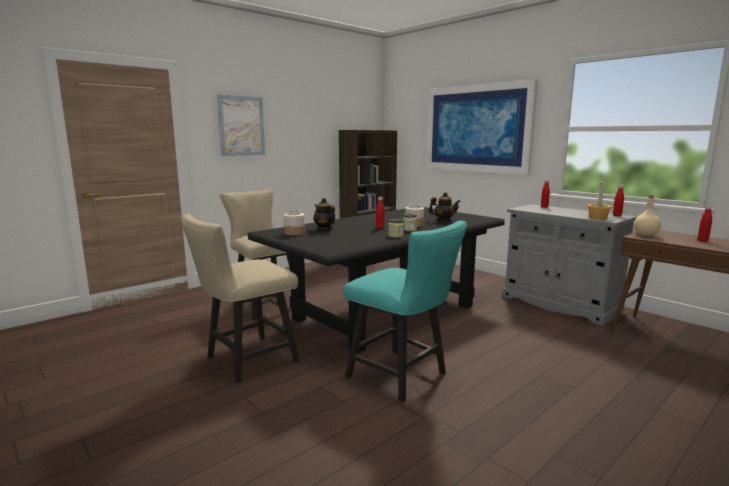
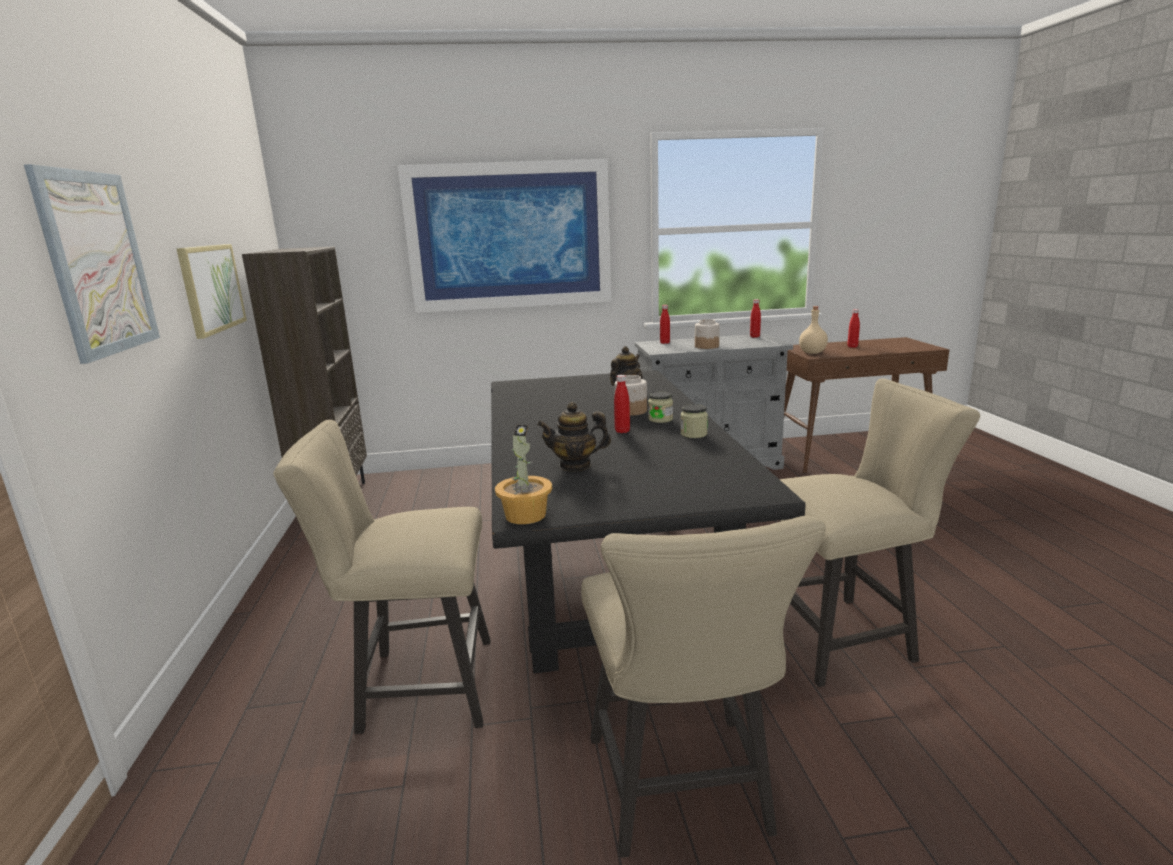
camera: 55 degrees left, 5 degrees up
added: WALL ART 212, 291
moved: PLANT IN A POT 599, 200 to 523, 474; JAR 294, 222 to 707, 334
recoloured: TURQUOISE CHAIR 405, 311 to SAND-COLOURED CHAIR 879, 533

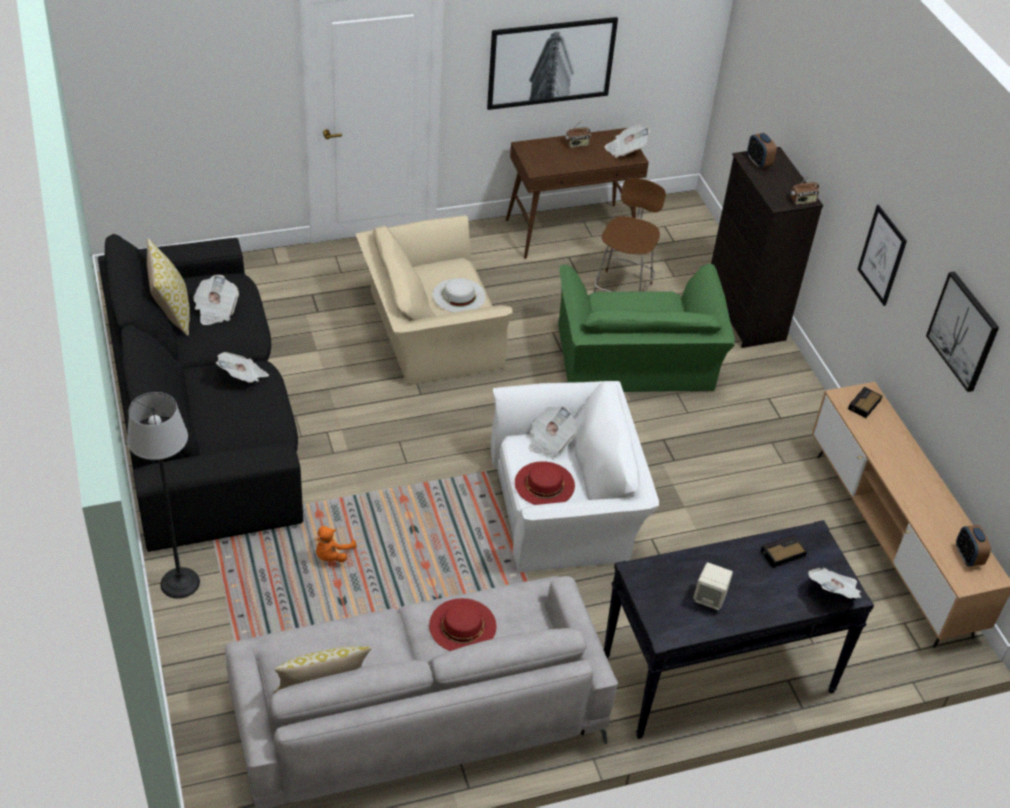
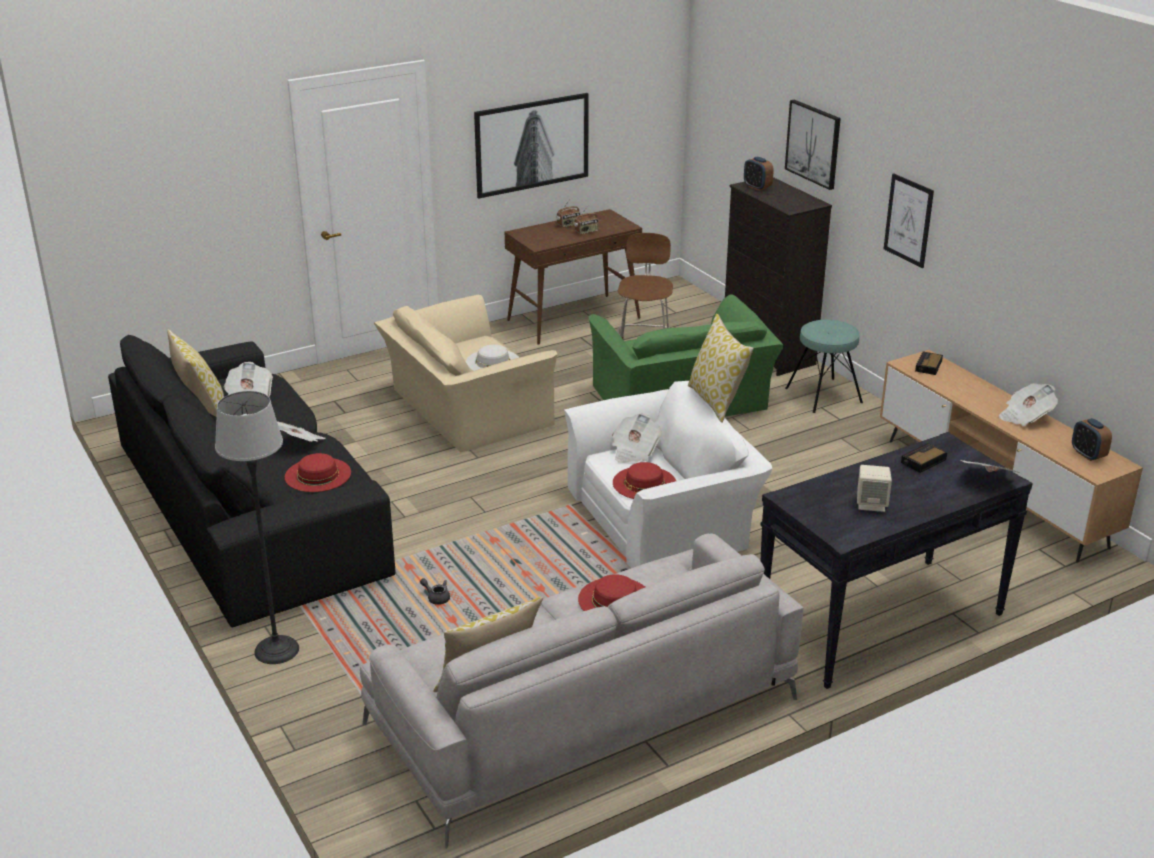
camera: 10 degrees left, 15 degrees down
added: PILLOW 721, 368; TURQUOISE SITTING STOOL 824, 366; REDDISH WEARABLE HAT 318, 472
moved: NEWSPAPER 627, 141 to 1028, 404; RADIO 804, 189 to 586, 220; WALL ART 962, 331 to 813, 145
replaced: ORANGE-COLOURED SOFT TOY 336, 544 to GREY TEAPOT 435, 591

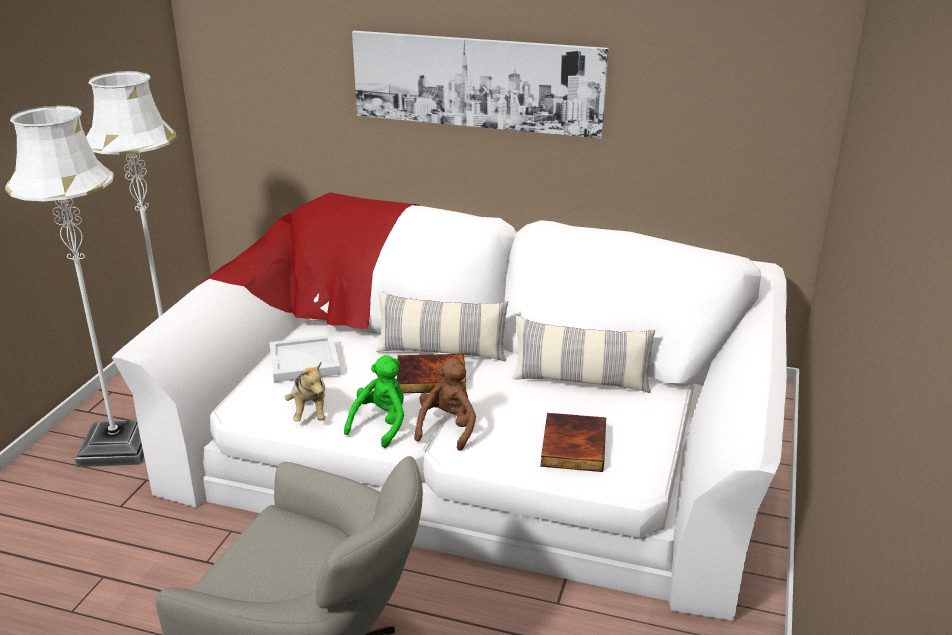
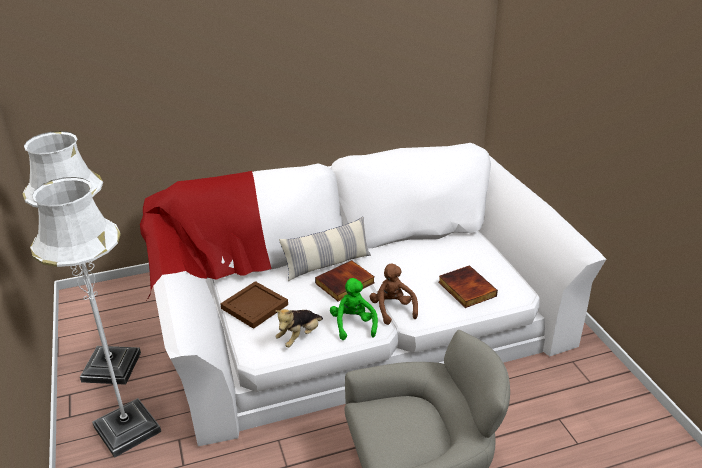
camera: 35 degrees left, 5 degrees up
removed: WALL ART 480, 85; PILLOW 583, 354
recoloured: WHITE-COLOURED CARRYING TRAY 304, 358 to BROWN CARRYING TRAY 254, 305
turned: SOFT TOY 304, 392 = 299, 328 90 degrees clockwise

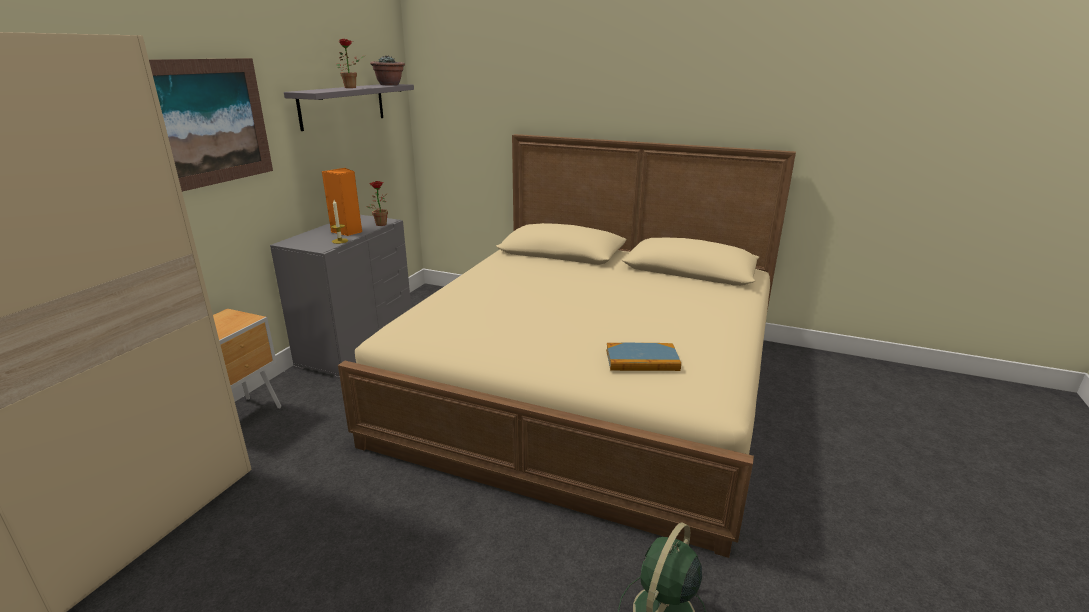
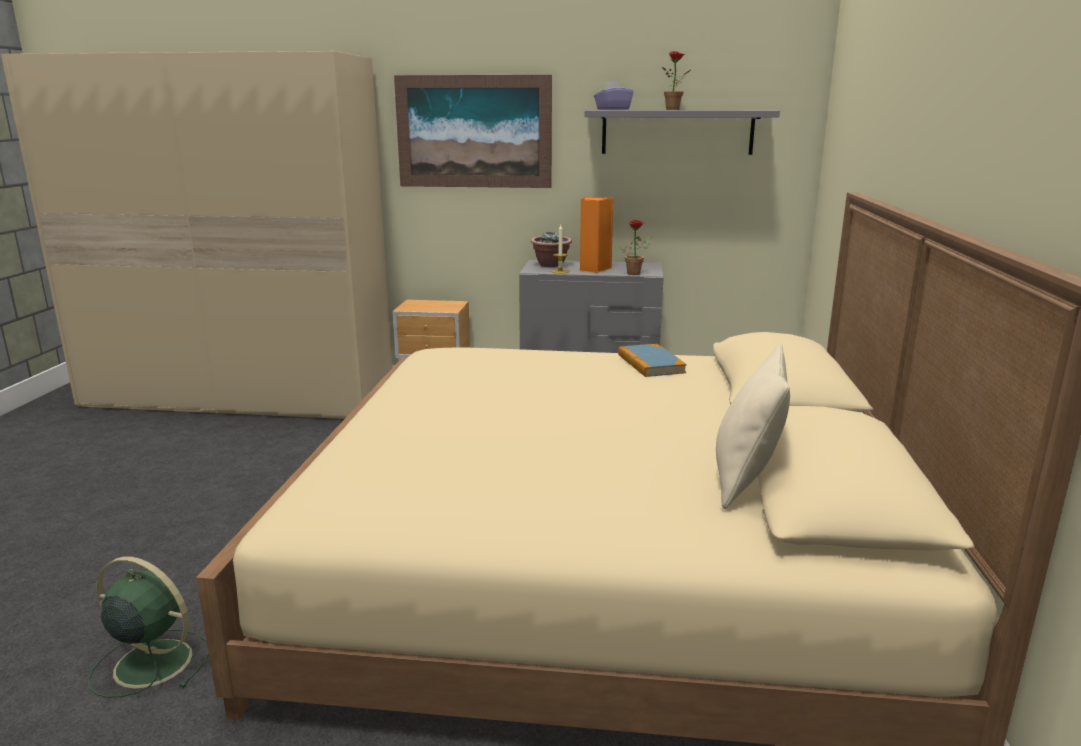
camera: 75 degrees right, 5 degrees down
added: PURPLE TISSUE HOLDER 613, 95; SAND-COLOURED PILLOW 753, 426
moved: PLANT IN A POT 387, 70 to 551, 249; BOOK 643, 357 to 652, 360

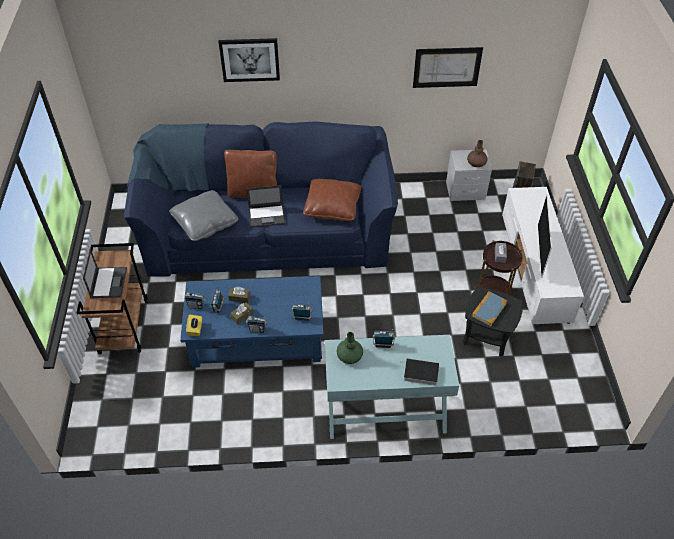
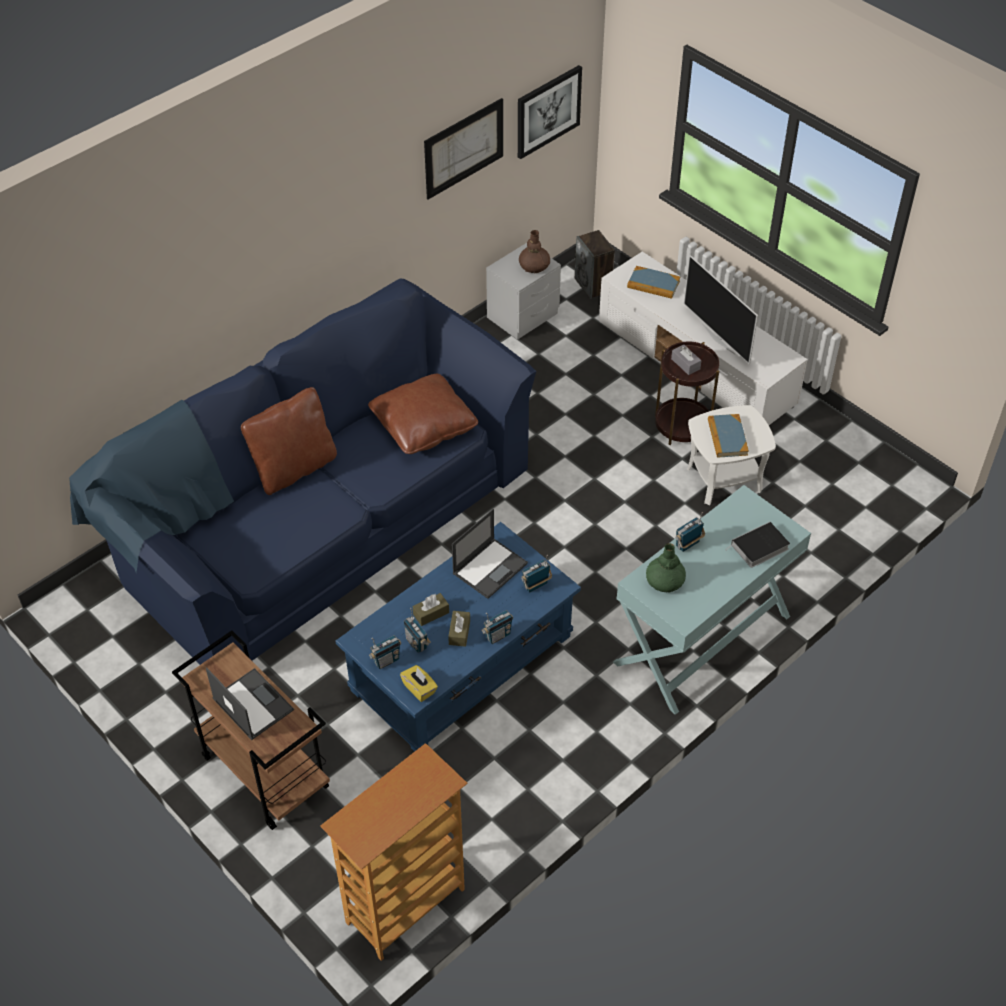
camera: 40 degrees left, 0 degrees up
removed: GREY PILLOW 203, 215
added: BOOK 653, 282; SHELVING UNIT 393, 852
moved: WALL ART 249, 60 to 550, 112; LAPTOP 266, 206 to 490, 554
recoloured: BLACKISH ACCENT TABLE 493, 322 to WHITE-COLOURED ACCENT TABLE 731, 455

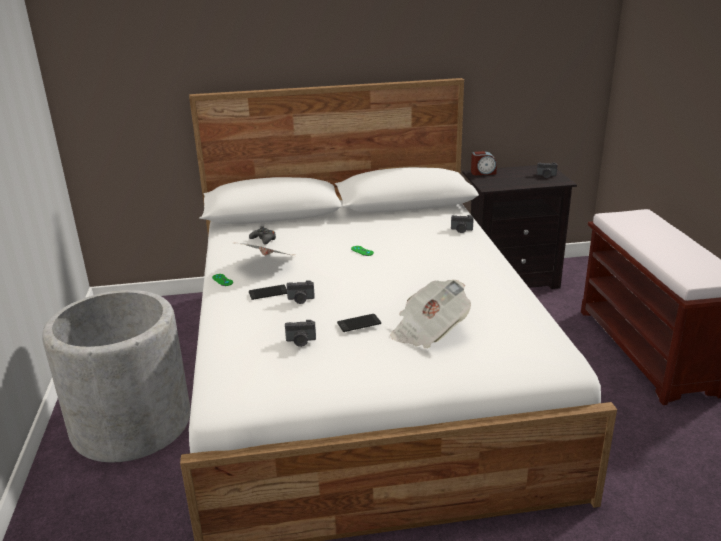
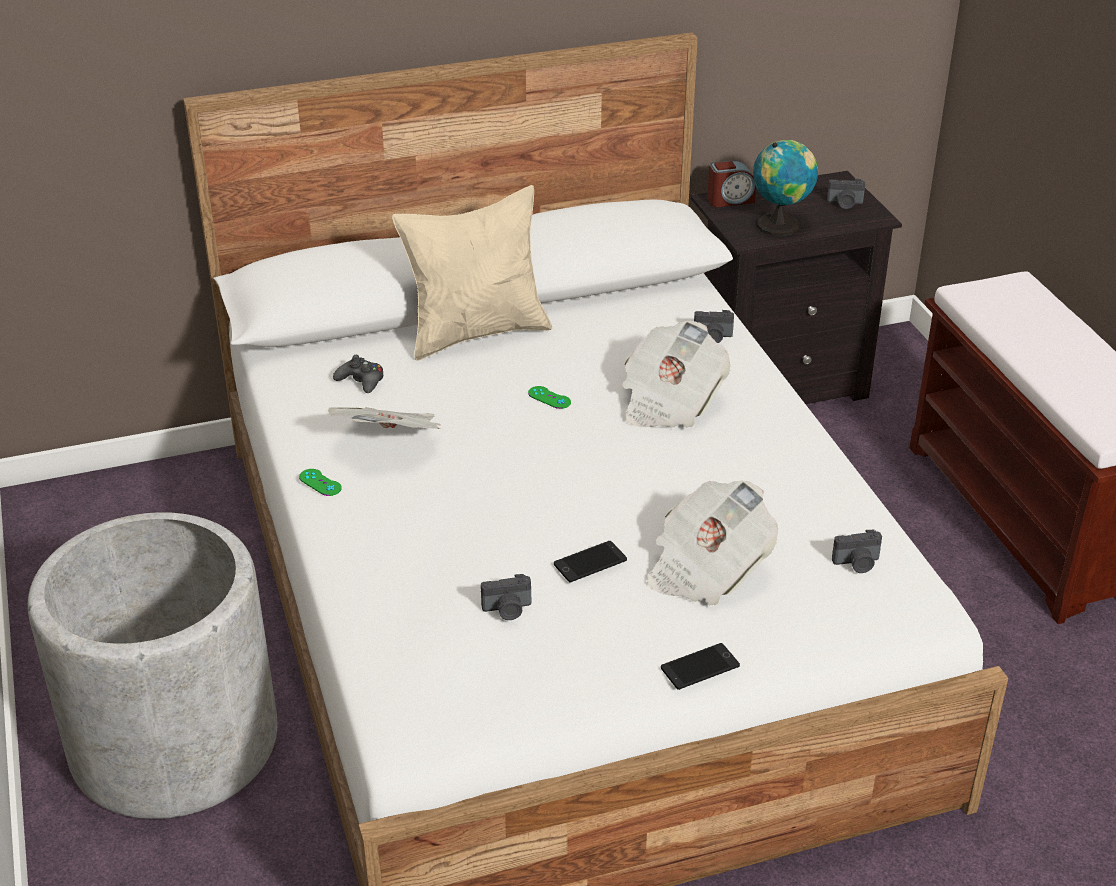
camera: 10 degrees left, 10 degrees up
added: GLOBE 785, 188; SAND-COLOURED PILLOW 472, 273; NEWSPAPER 676, 374
moved: STILL CAMERA 301, 292 to 857, 551; PHONE 268, 292 to 700, 666

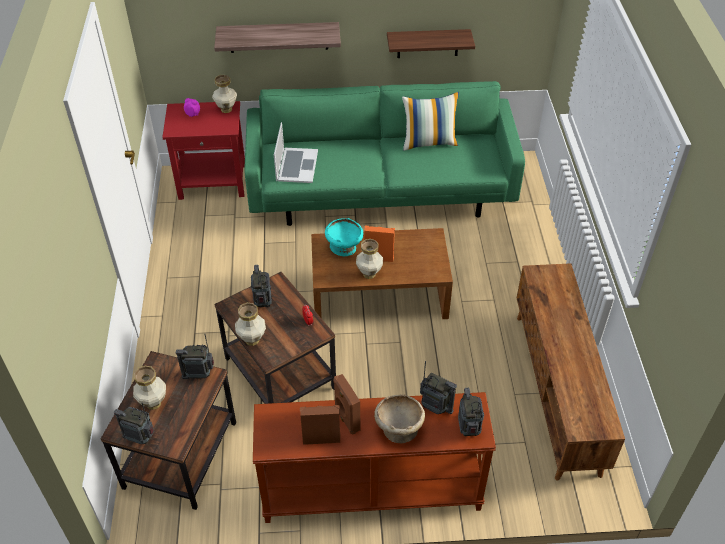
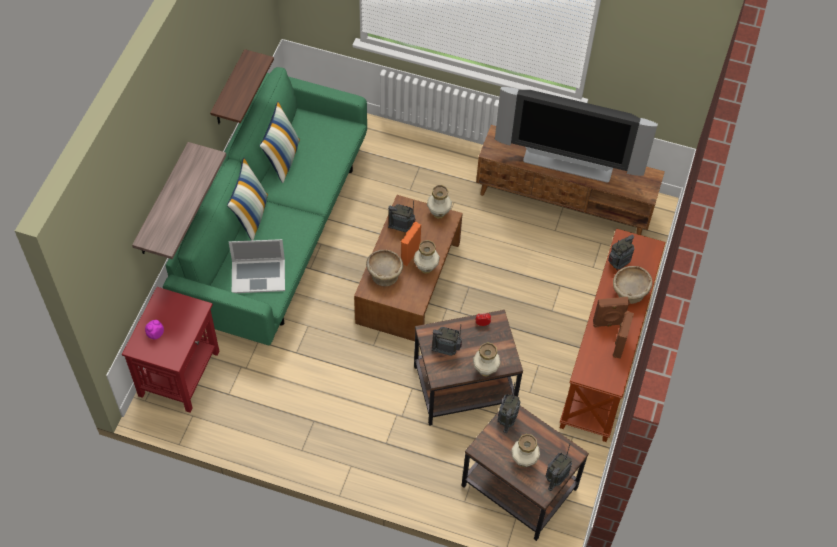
camera: 70 degrees left, 10 degrees up
added: TELEVISION 576, 135; PILLOW 247, 199
moved: VASE 224, 94 to 439, 201; RADIO 471, 412 to 401, 216
recoloured: TURQUOISE DEEP DISH 344, 237 to SAND-COLOURED DEEP DISH 384, 268
turned: LAPTOP 296, 152 = 257, 266 150 degrees clockwise

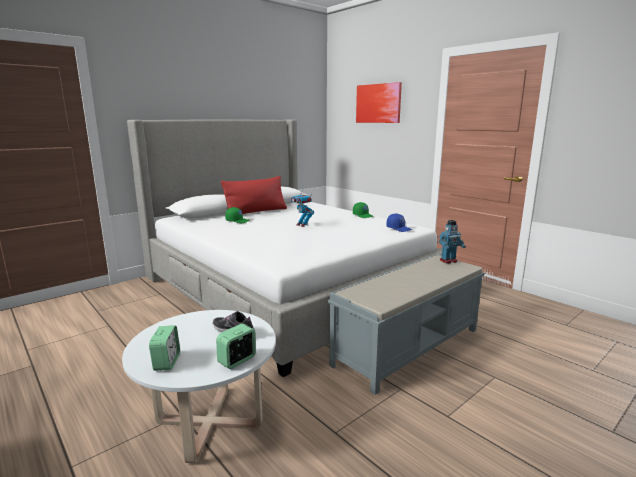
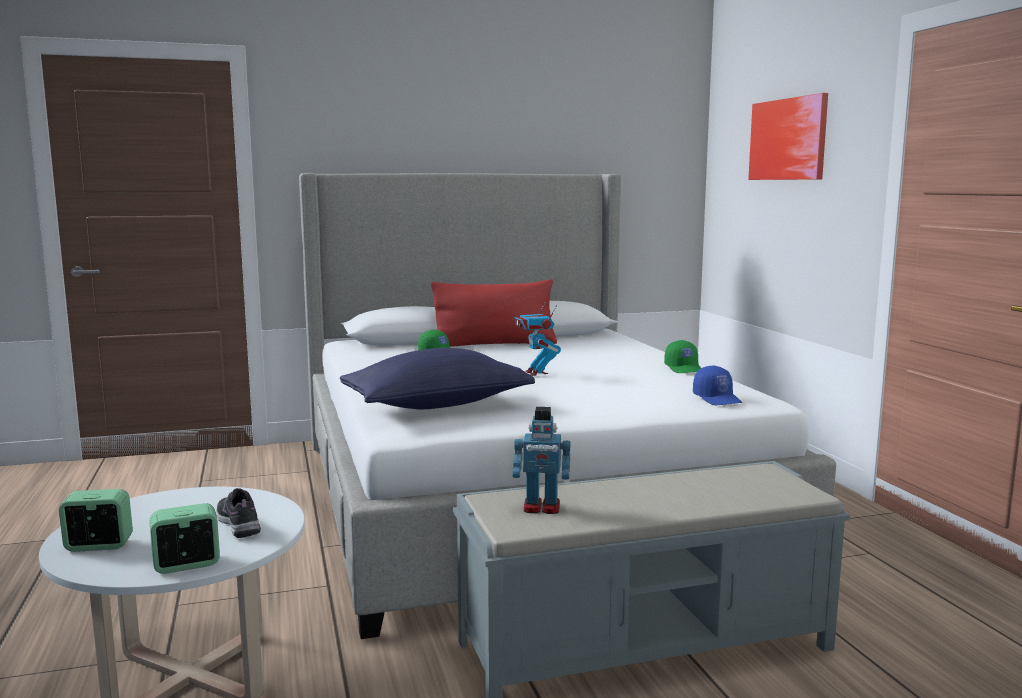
camera: 25 degrees right, 5 degrees down
added: BLUE-COLOURED PILLOW 437, 378
moved: ROBOT FIGURE 452, 242 to 541, 460
turned: ALARM CLOCK 164, 348 = 96, 520 120 degrees counterclockwise

